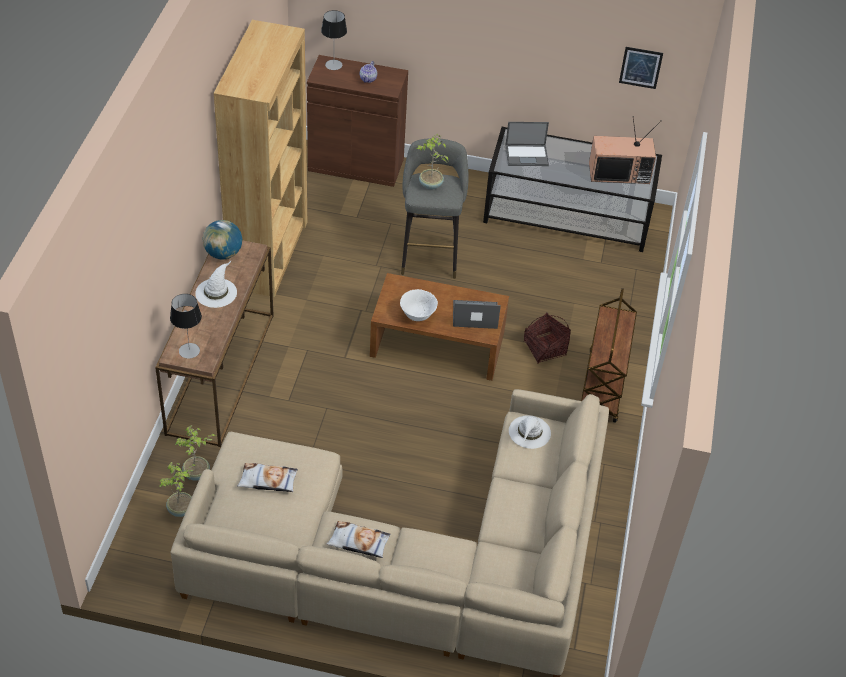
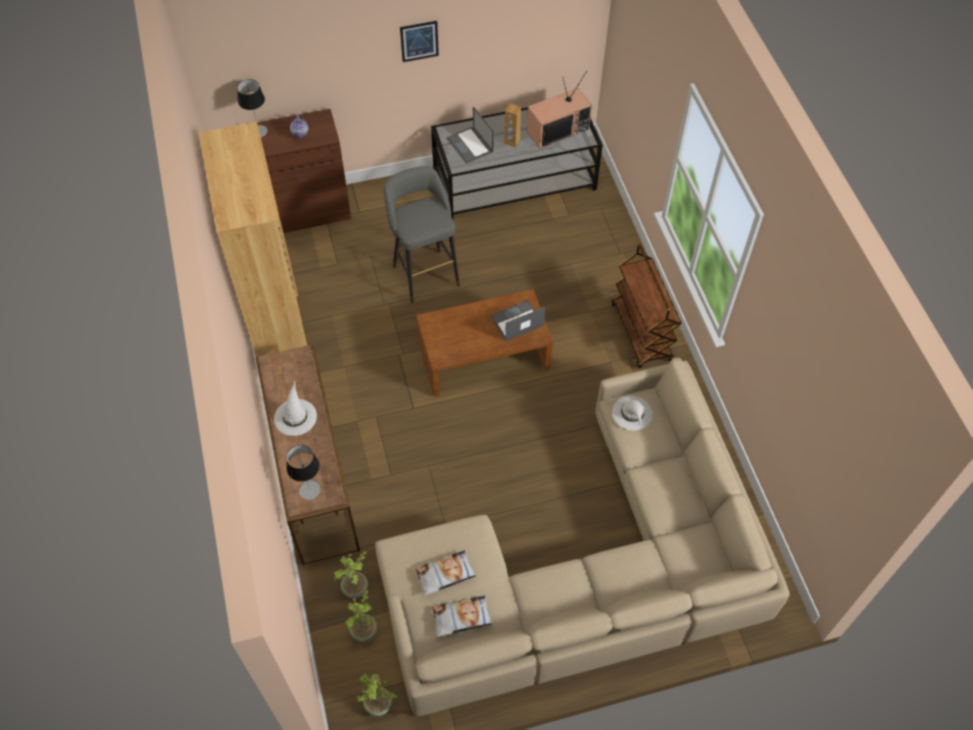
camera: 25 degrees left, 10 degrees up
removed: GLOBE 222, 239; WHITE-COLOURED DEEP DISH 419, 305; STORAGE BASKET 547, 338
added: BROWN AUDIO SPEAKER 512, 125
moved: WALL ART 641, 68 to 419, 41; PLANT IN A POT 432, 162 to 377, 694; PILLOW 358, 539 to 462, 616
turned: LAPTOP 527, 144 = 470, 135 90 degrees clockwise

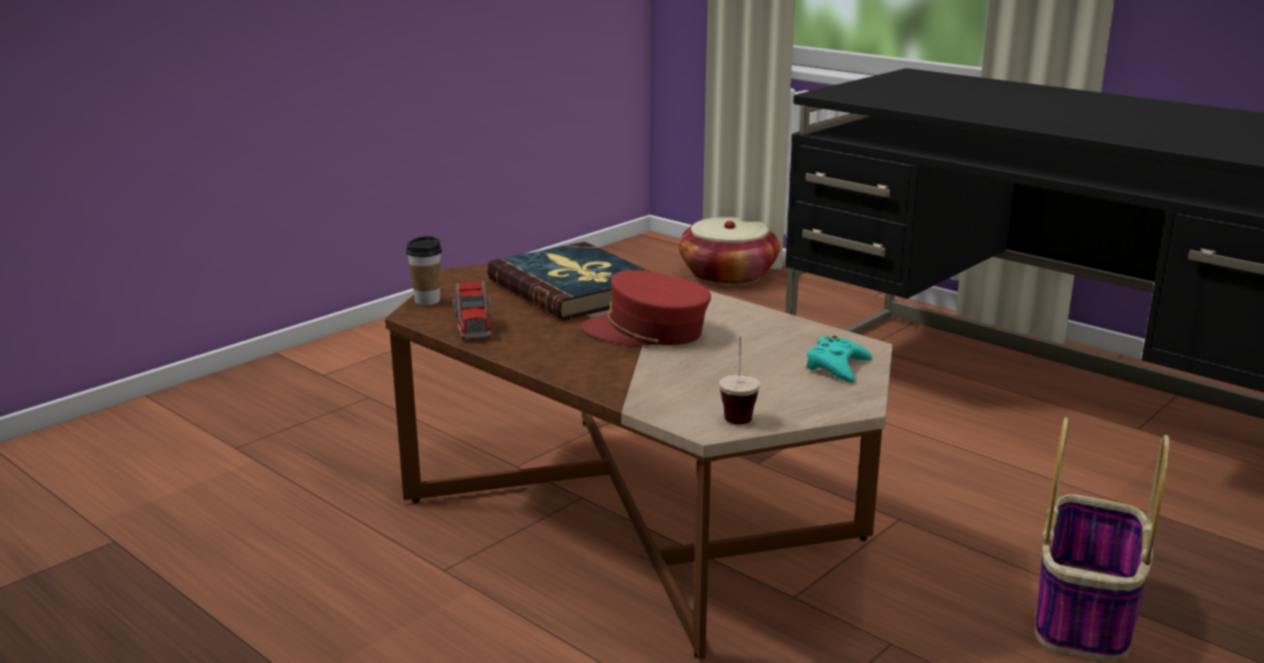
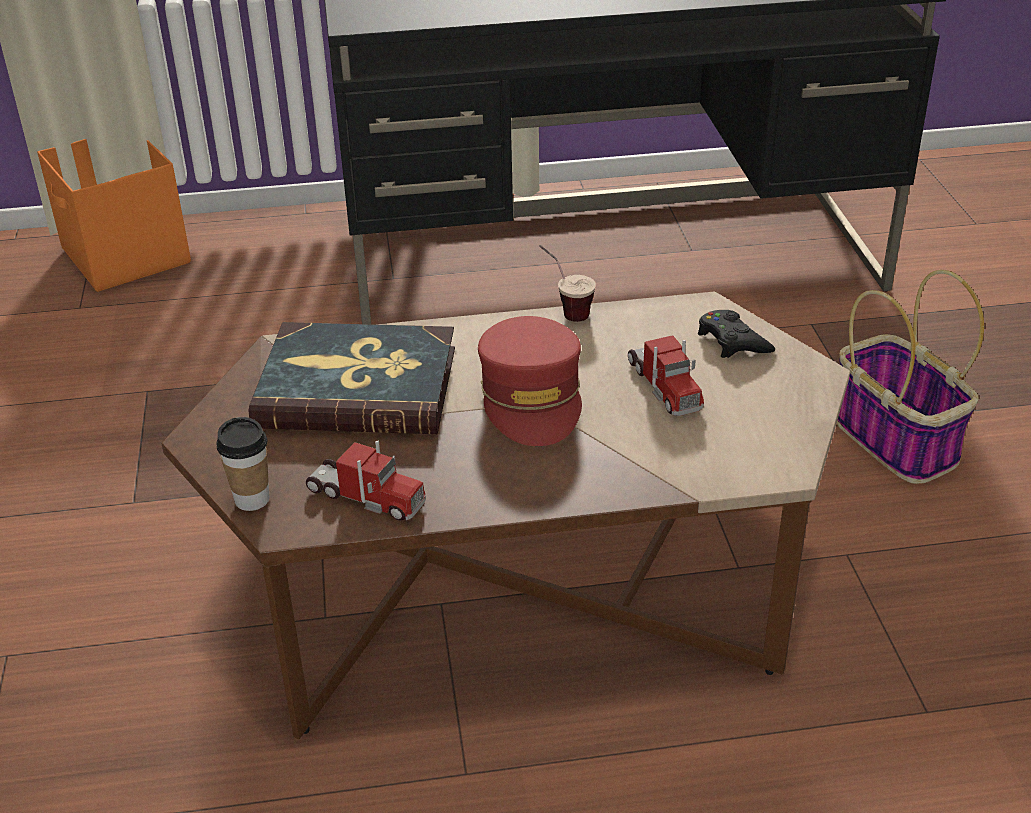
camera: 50 degrees left, 15 degrees up
added: MODEL TRUCK 666, 375
moved: DRINKING CUP 739, 380 to 567, 283
replaced: STORAGE BASKET 729, 251 to ORANGE-COLOURED STORAGE CONTAINER 114, 215
recoloured: TURQUOISE JOYPAD 839, 359 to BLACKISH JOYPAD 736, 334
turned: REDDISH CAP 646, 307 = 530, 381 60 degrees counterclockwise

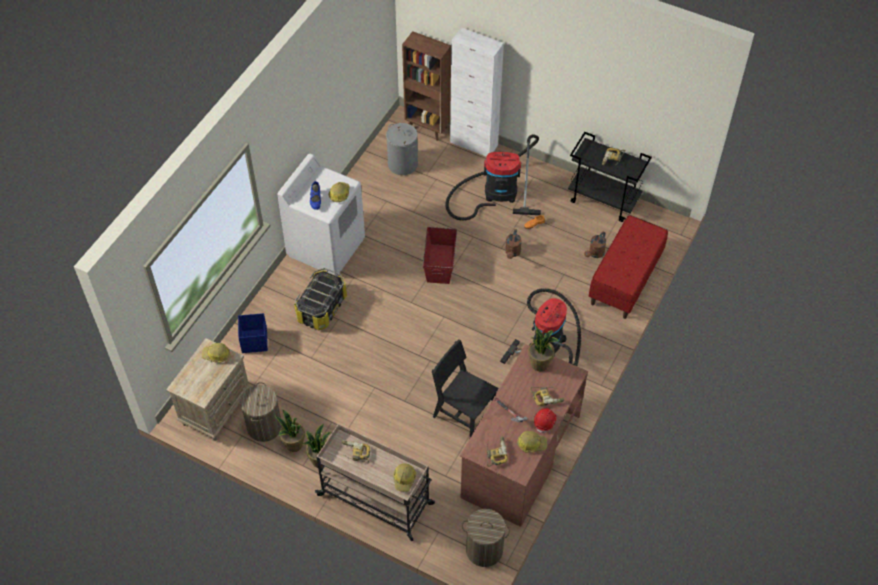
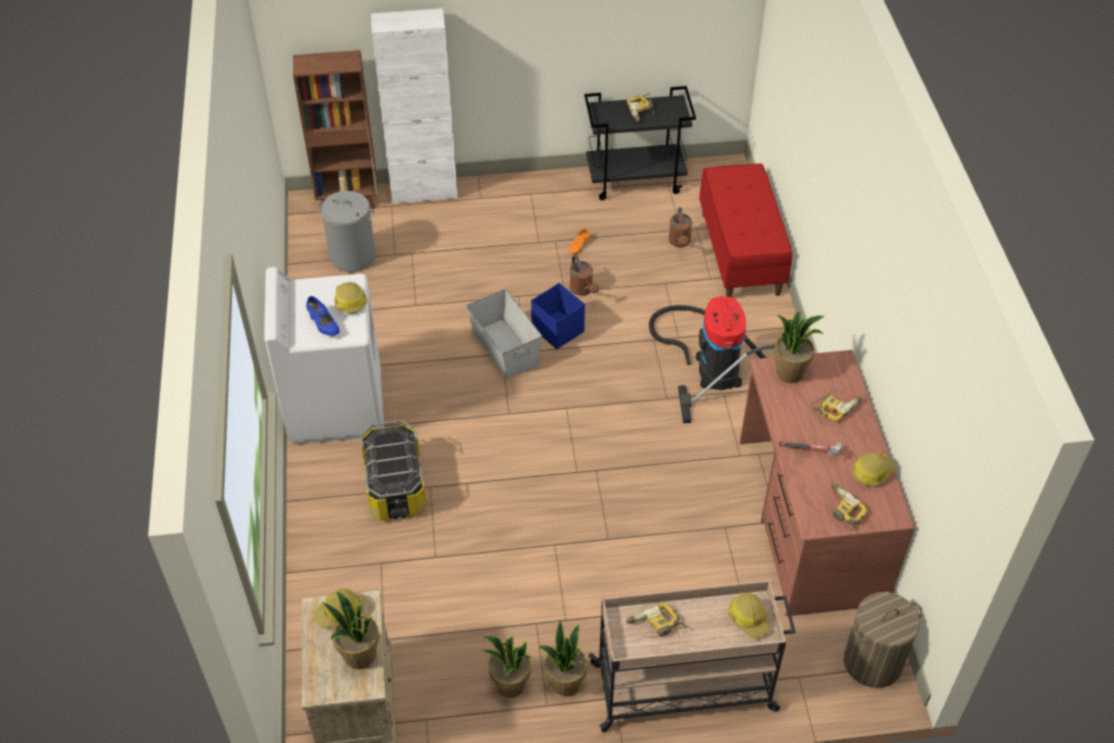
camera: 35 degrees left, 5 degrees down
removed: HOOVER 493, 177; BLACKISH CHAIR 465, 388; WASHING BASKET 261, 412; REDDISH HARD HAT 545, 421
added: PLANT IN A POT 350, 630
moved: BLUE-COLOURED STORAGE CONTAINER 253, 333 to 558, 316
recoloured: REDDISH STORAGE CONTAINER 440, 255 to GREY STORAGE CONTAINER 504, 334

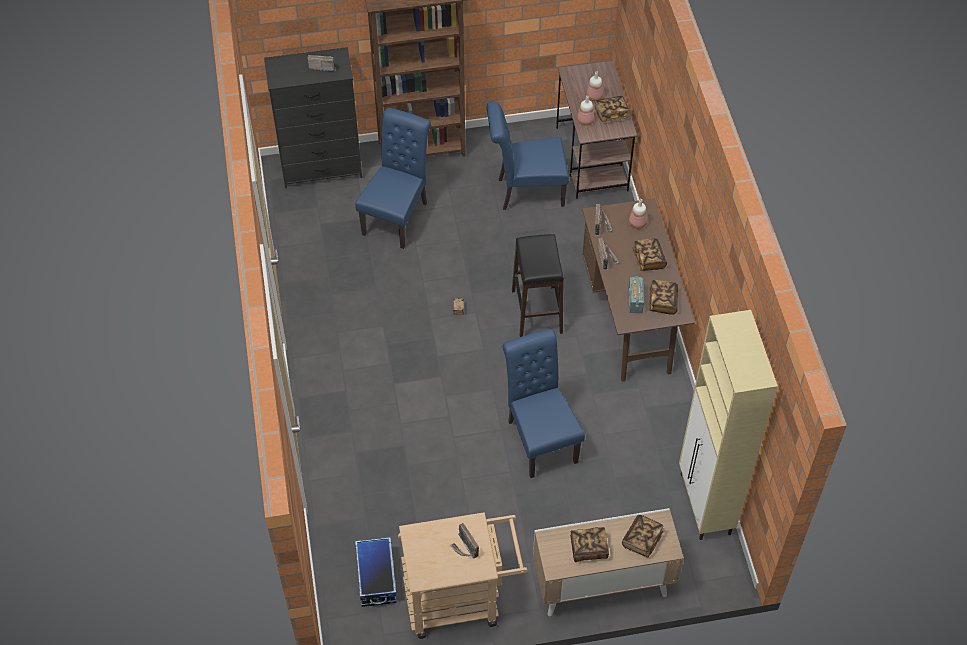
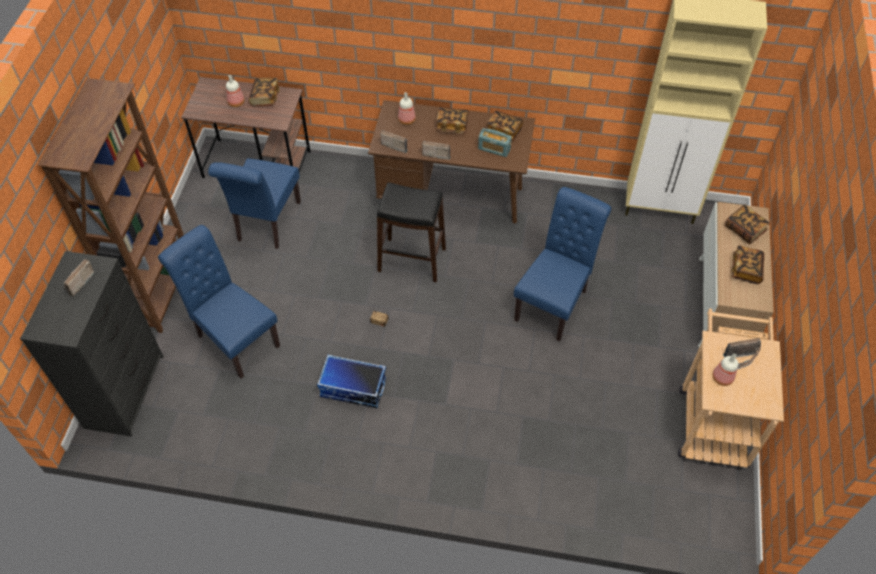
camera: 70 degrees left, 0 degrees up
moved: BEVERAGE BOTTLE 585, 110 to 725, 369; STORAGE CONTAINER 376, 572 to 351, 381
turned: BLUE-COLOURED CHAIR 544, 403 = 562, 264 120 degrees clockwise

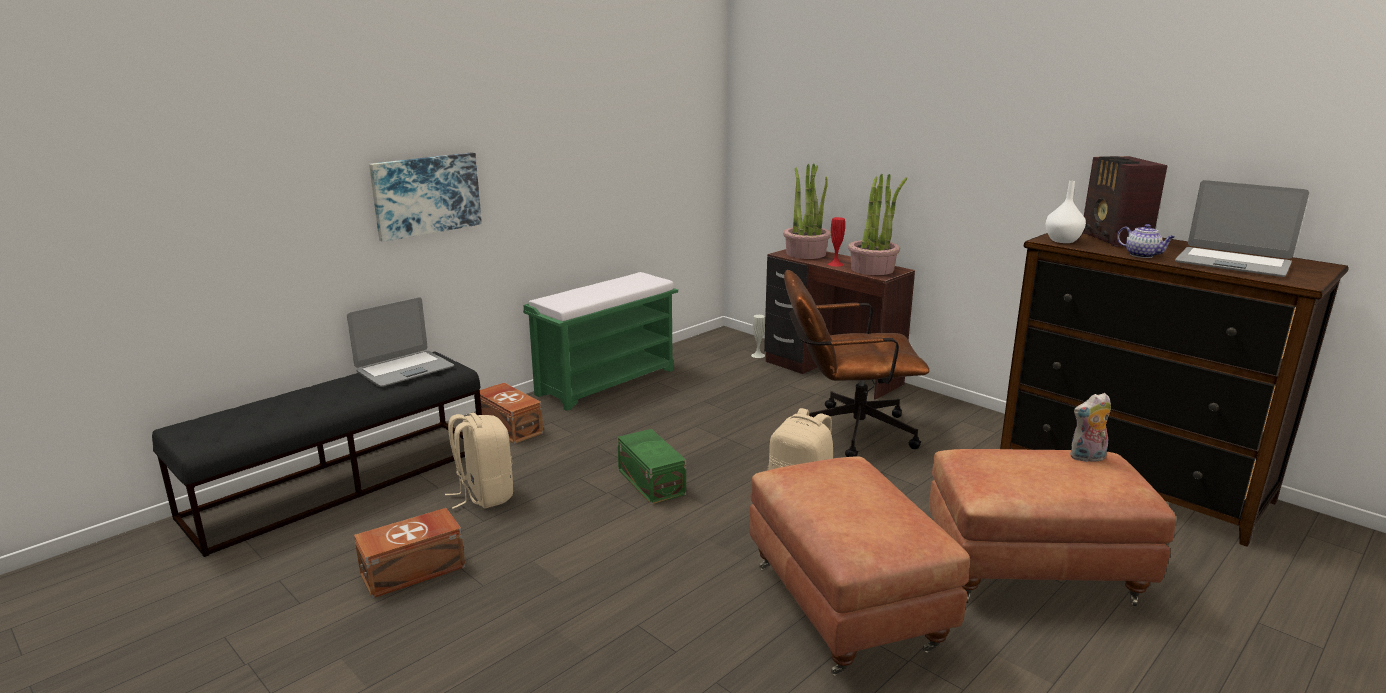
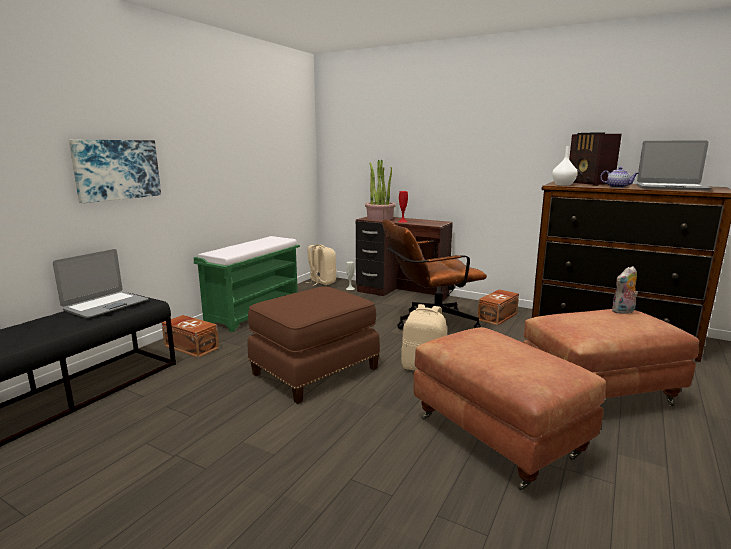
camera: 15 degrees left, 5 degrees down
removed: PLANT IN A POT 877, 224
moved: SAND-COLOURED KNAPSACK 479, 461 to 320, 265; BROWN STORAGE CONTAINER 409, 553 to 498, 307
replaced: GREEN-COLOURED STORAGE CONTAINER 651, 467 to BROWN OTTOMAN 314, 345

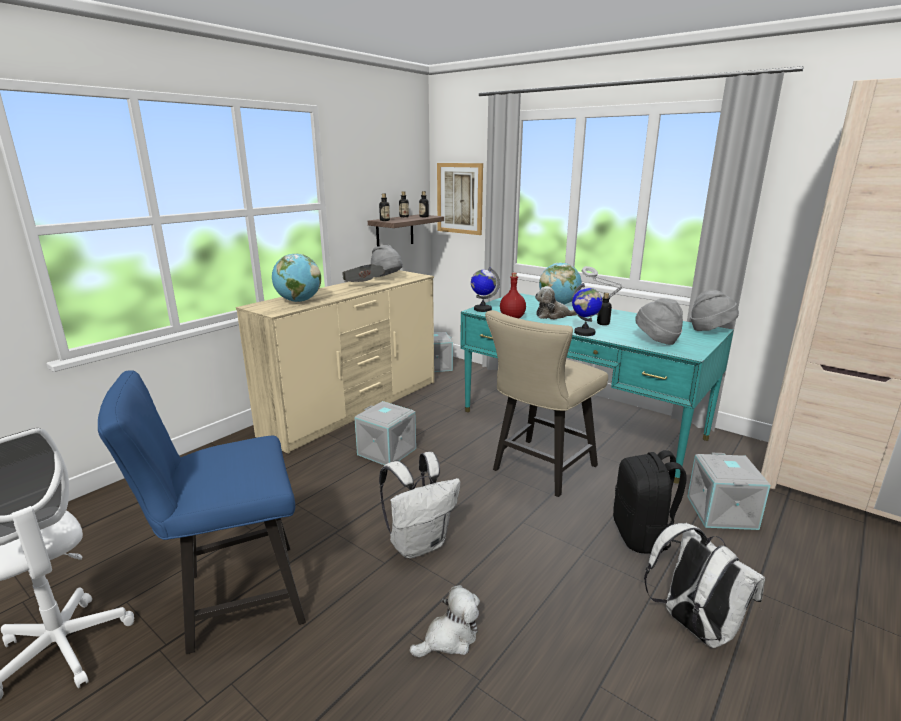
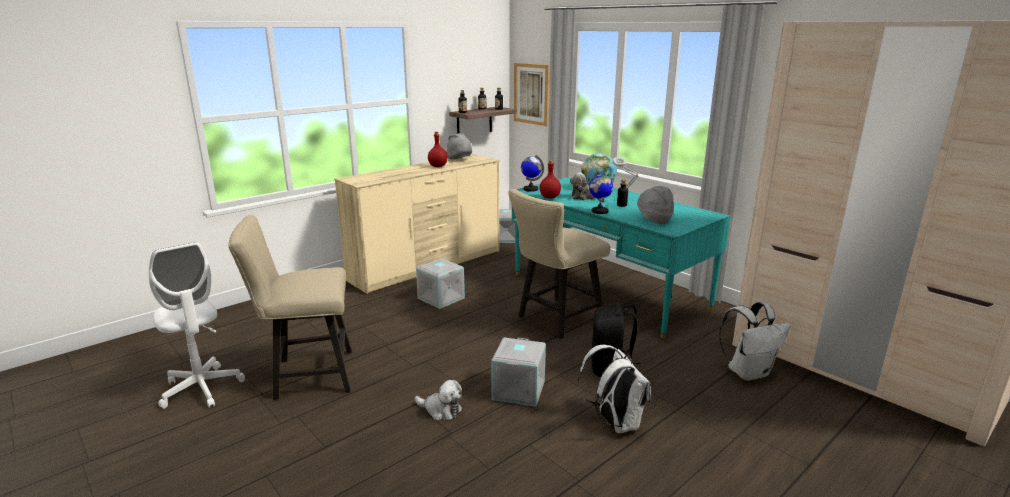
camera: 10 degrees right, 0 degrees up
removed: GLOBE 296, 278; GREY WEARABLE HAT 714, 310
moved: WHITE-COLOURED KNAPSACK 419, 505 to 755, 341; GREY STORAGE CONTAINER 728, 491 to 518, 372
replaced: NEWSPAPER 363, 273 to REDDISH BEVERAGE BOTTLE 438, 149
recoloured: BLUE-COLOURED CHAIR 202, 512 to SAND-COLOURED CHAIR 290, 307
turned: SOFT TOY 444, 621 = 438, 400 45 degrees clockwise

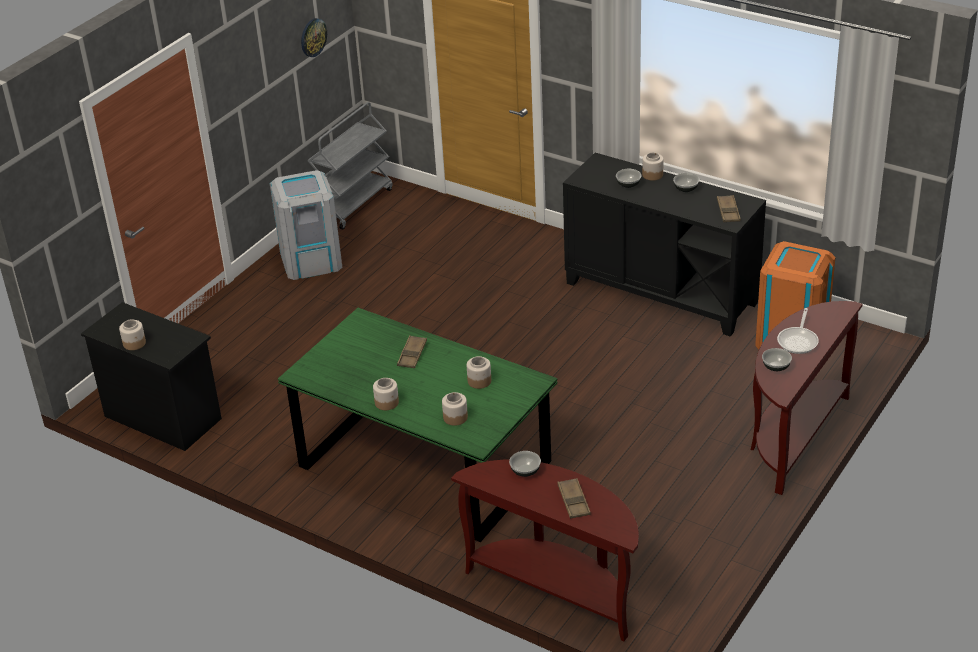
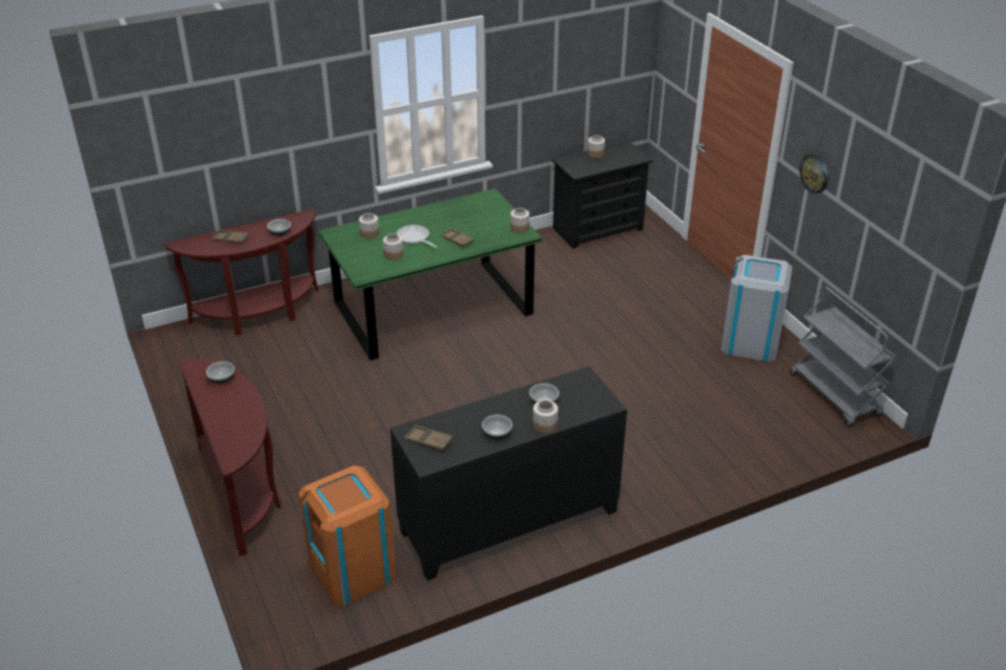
camera: 120 degrees right, 0 degrees up
moved: HANGING CLOCK 314, 37 to 813, 174; SKILLET 798, 331 to 416, 236; JAR 386, 394 to 520, 220

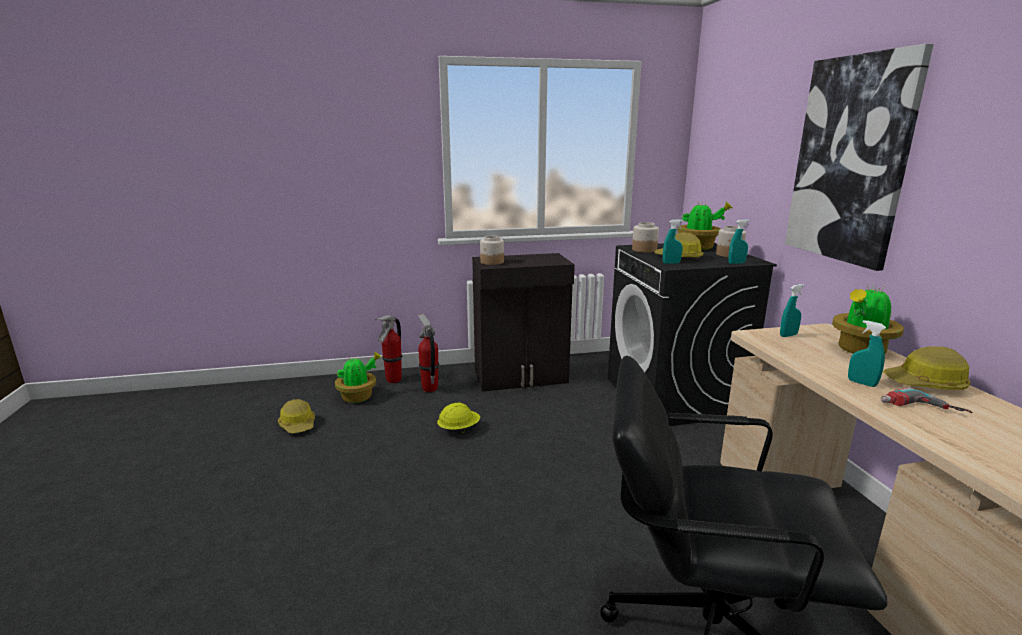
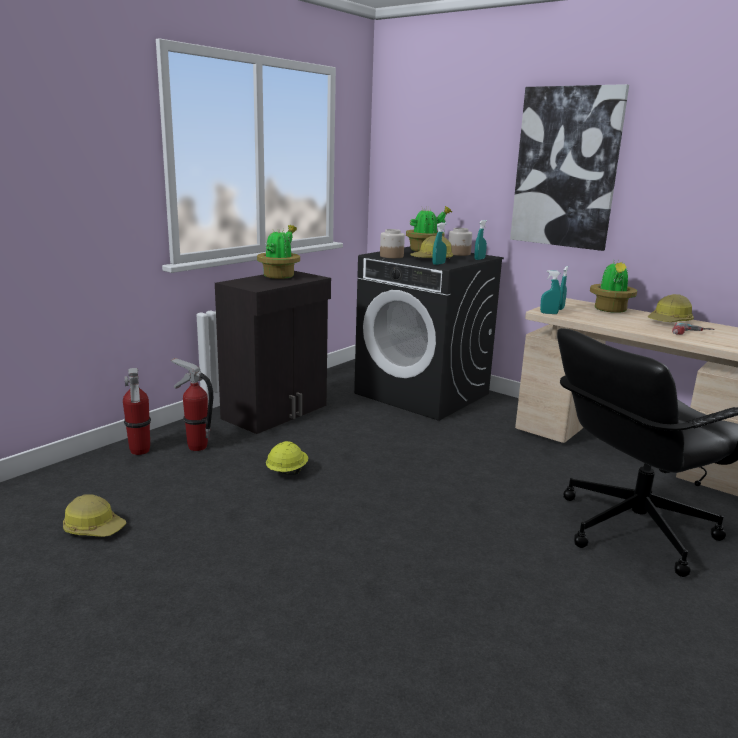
camera: 40 degrees left, 0 degrees up
removed: JAR 492, 250
moved: TURQUOISE SPRAYER 867, 353 to 550, 292; PLANT IN A POT 358, 377 to 278, 252

